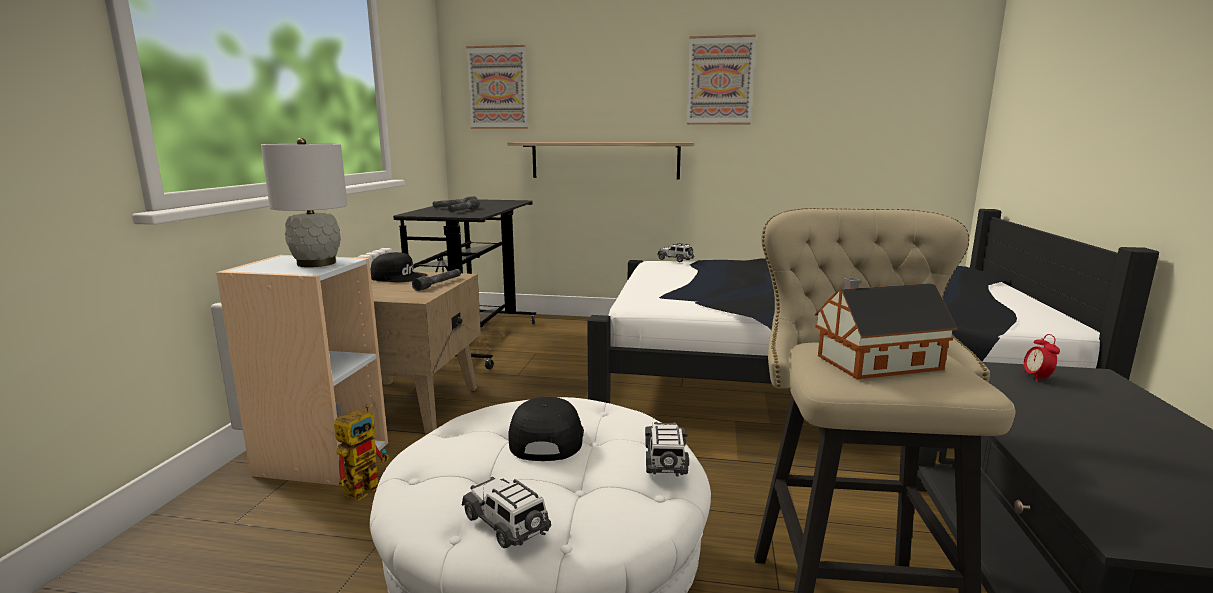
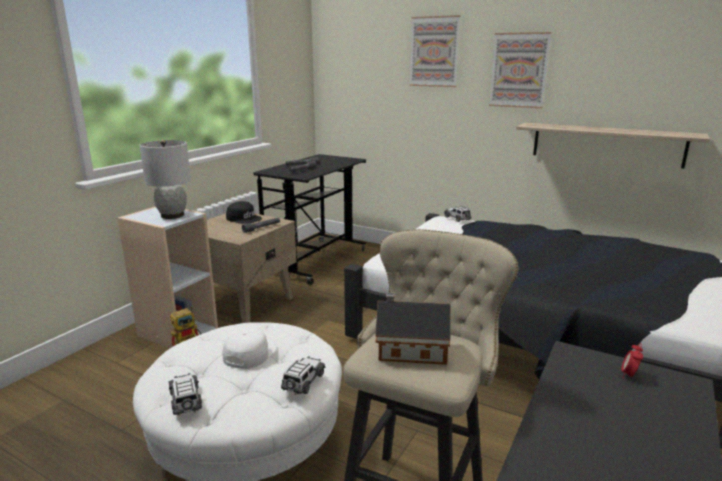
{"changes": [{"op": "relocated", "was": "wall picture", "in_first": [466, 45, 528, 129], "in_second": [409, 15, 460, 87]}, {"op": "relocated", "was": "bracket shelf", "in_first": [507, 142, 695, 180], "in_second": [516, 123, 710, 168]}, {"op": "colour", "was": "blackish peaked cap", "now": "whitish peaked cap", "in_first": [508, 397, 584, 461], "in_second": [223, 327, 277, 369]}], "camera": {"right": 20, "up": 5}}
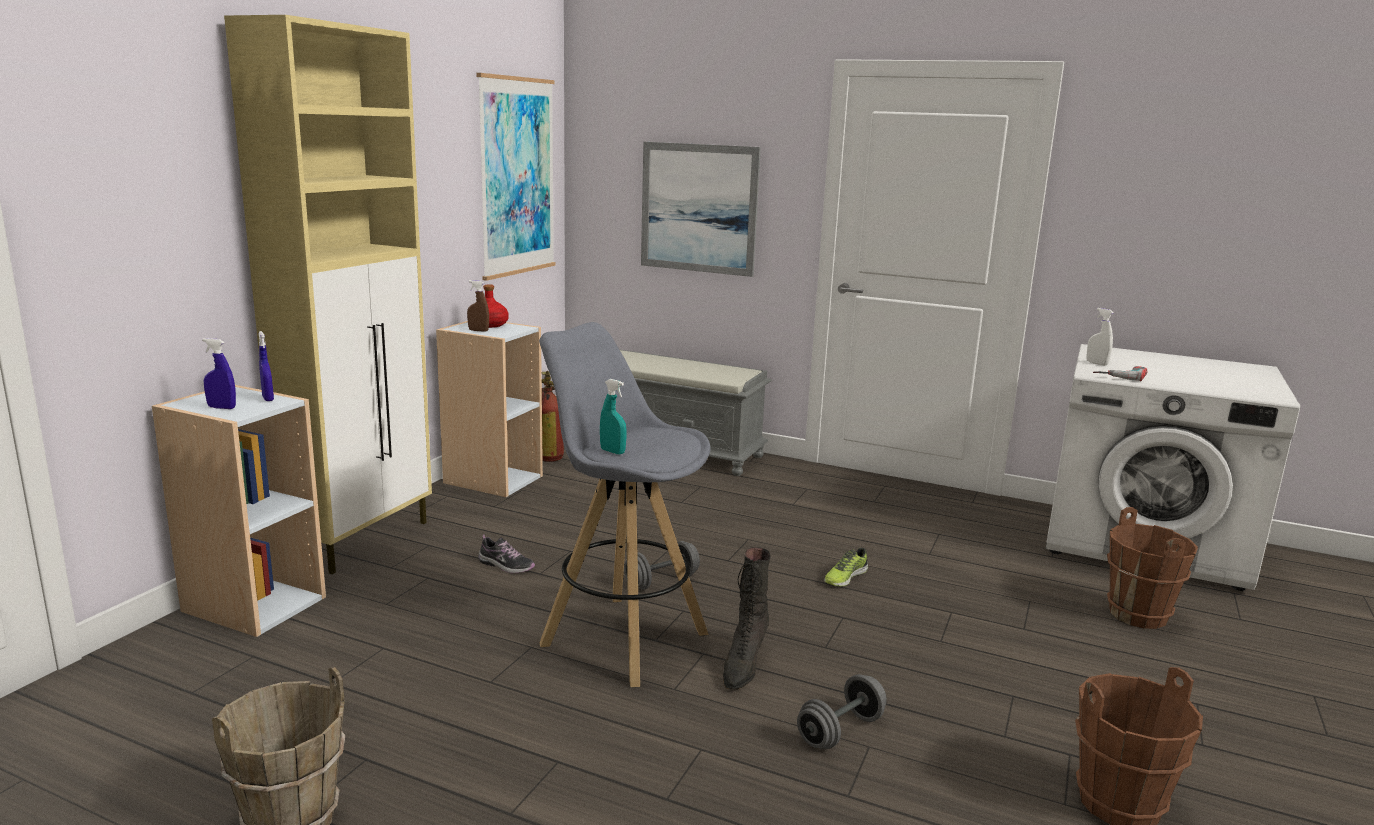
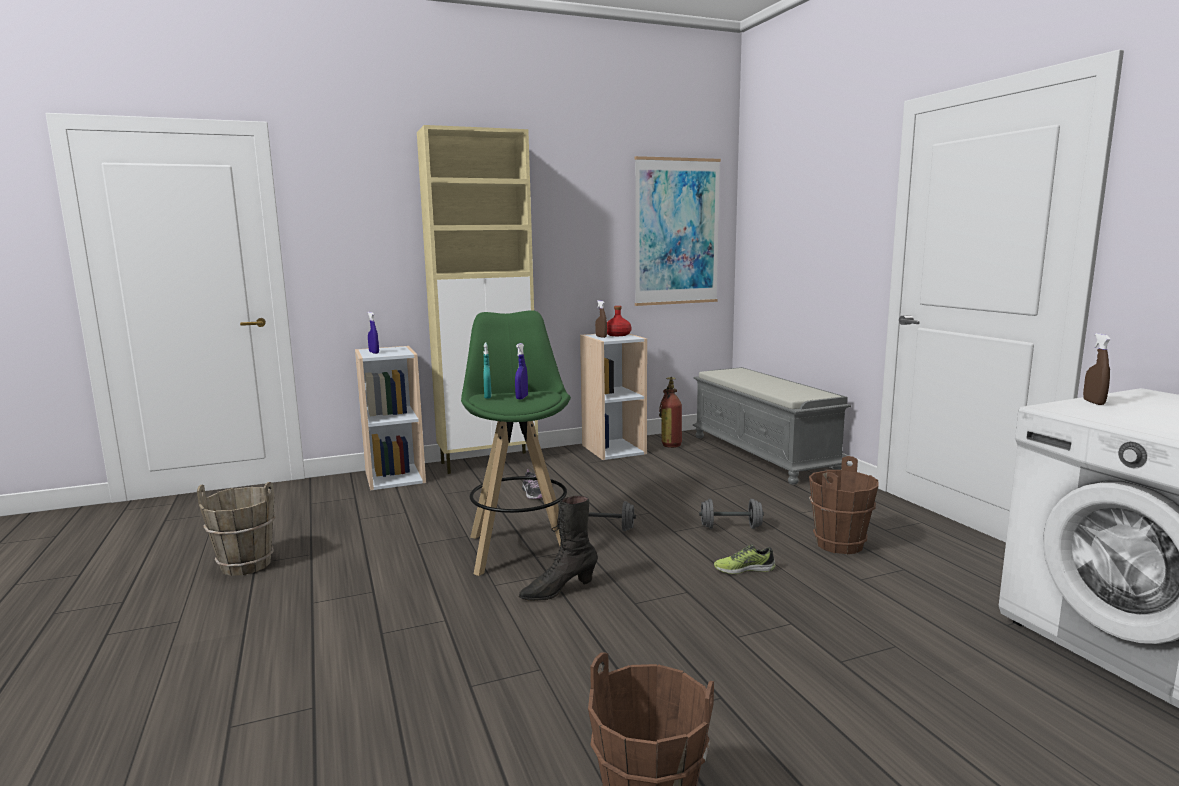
{"changes": [{"op": "relocated", "was": "blue spray bottle", "in_first": [259, 331, 274, 401], "in_second": [515, 343, 528, 399]}, {"op": "colour", "was": "gray stool seat", "now": "green-coloured stool seat", "in_first": [539, 322, 710, 688], "in_second": [461, 310, 571, 576]}, {"op": "missing", "was": "wall picture", "in_first": [641, 142, 761, 277]}, {"op": "relocated", "was": "gray free weight", "in_first": [797, 674, 887, 749], "in_second": [699, 499, 764, 529]}, {"op": "colour", "was": "whitish spray bottle", "now": "brown-coloured spray bottle", "in_first": [1086, 308, 1113, 366], "in_second": [1083, 333, 1111, 405]}, {"op": "missing", "was": "electric drill", "in_first": [1093, 366, 1147, 381]}, {"op": "relocated", "was": "brown-coloured bucket", "in_first": [1107, 507, 1198, 629], "in_second": [809, 456, 879, 554]}], "camera": {"right": 45, "up": -5}}
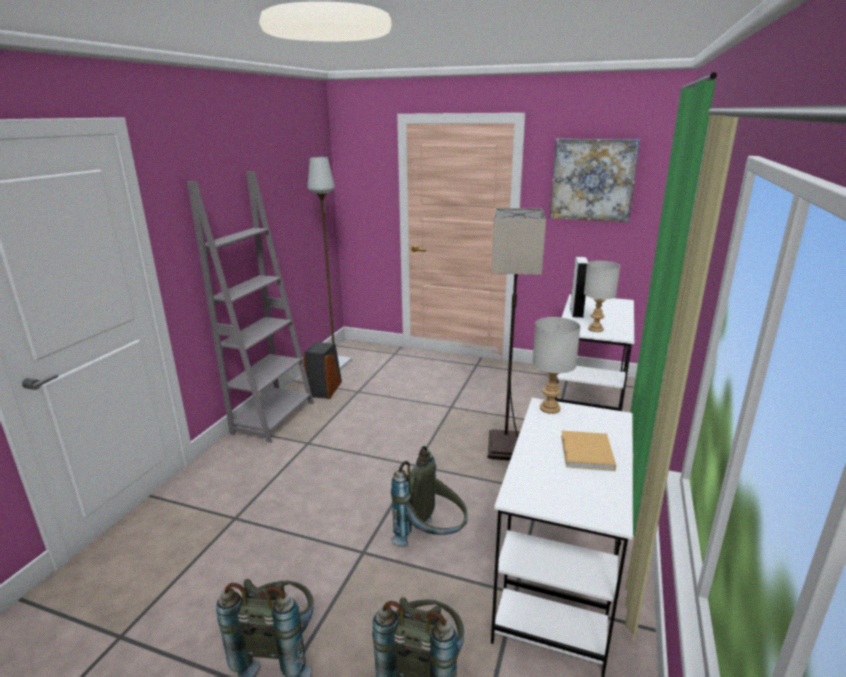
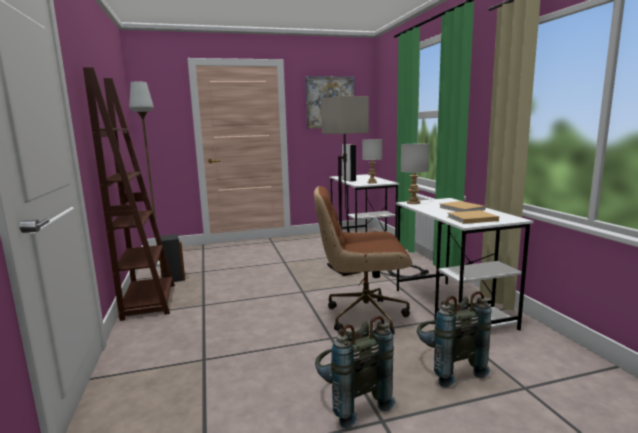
{"changes": [{"op": "colour", "was": "gray shelving unit", "now": "brown-coloured shelving unit", "in_first": [187, 172, 314, 443], "in_second": [83, 67, 175, 321]}, {"op": "exchanged", "was": "gray knapsack", "now": "brown-coloured desk chair", "in_first": [391, 446, 468, 546], "in_second": [314, 186, 412, 335]}, {"op": "appeared", "now": "beige-coloured bound book", "in_second": [448, 210, 499, 224]}], "camera": {"right": -35, "up": -10}}
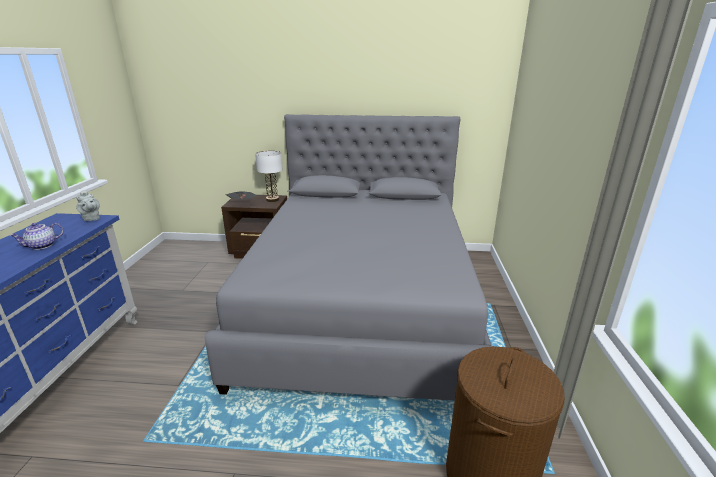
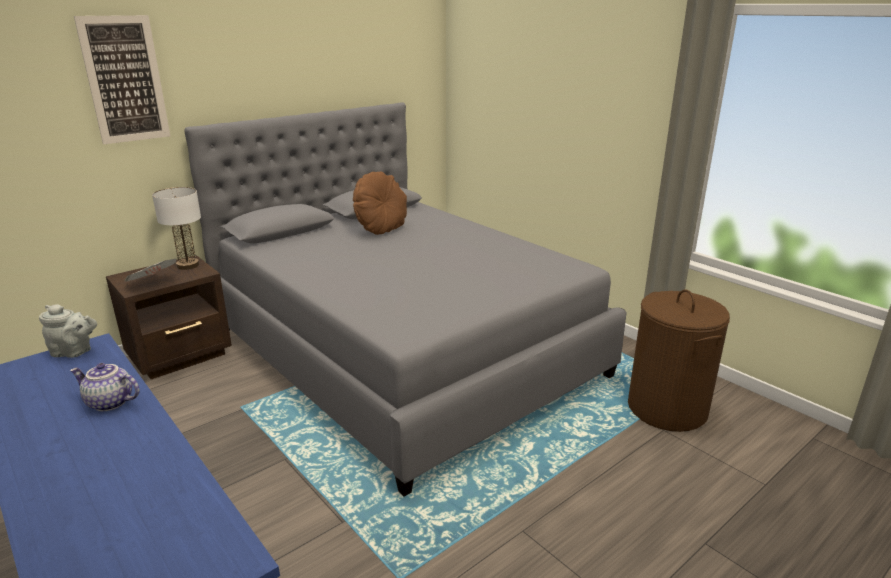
{"changes": [{"op": "spun", "was": "tea pot", "in_first": [9, 223, 64, 250], "in_second": [70, 363, 140, 411], "clockwise": 105}, {"op": "appeared", "now": "wall picture", "in_second": [74, 15, 170, 144]}, {"op": "appeared", "now": "brown-coloured pillow", "in_second": [353, 172, 407, 235]}], "camera": {"right": -45, "up": 0}}
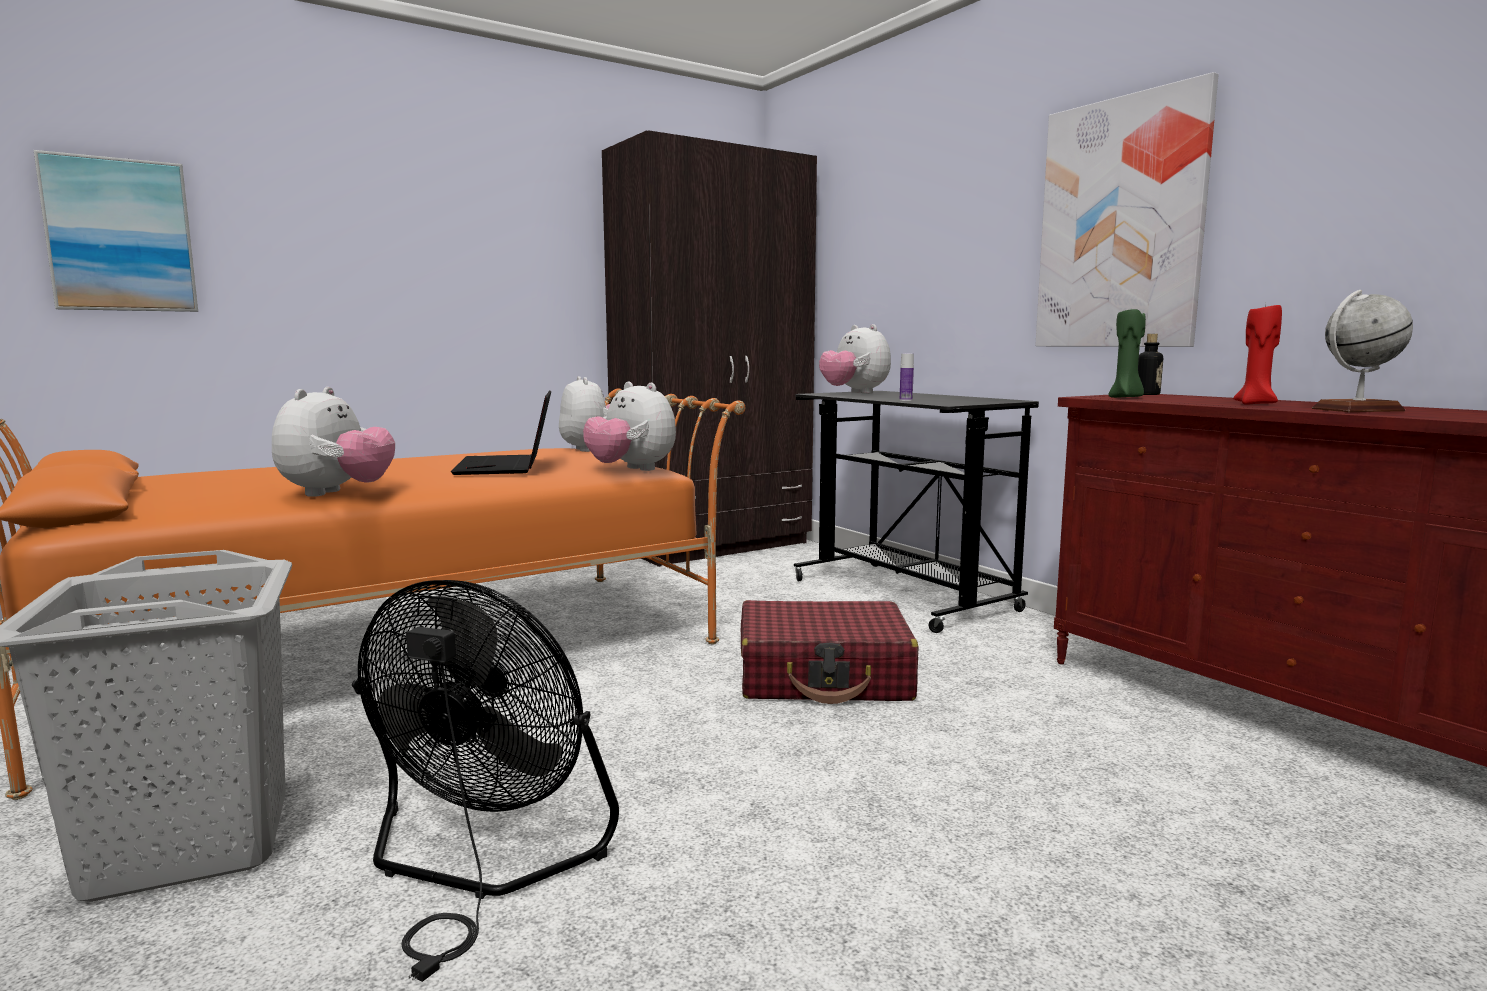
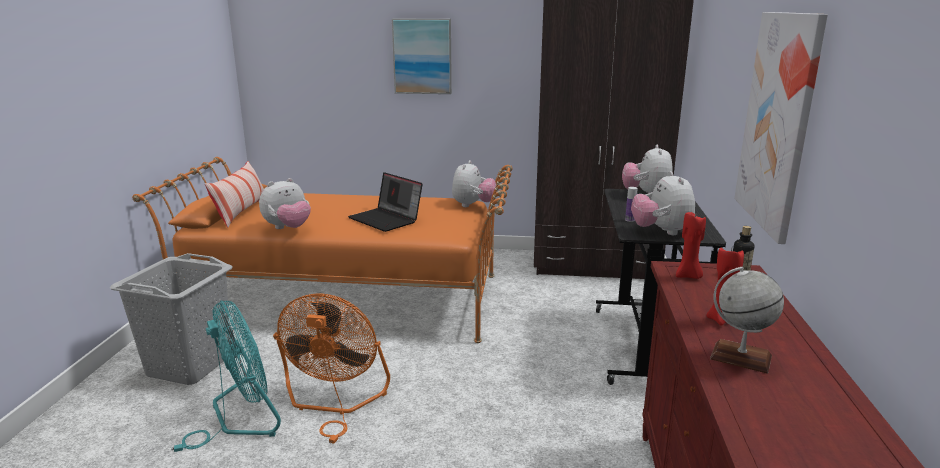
{"changes": [{"op": "relocated", "was": "wall picture", "in_first": [34, 150, 198, 312], "in_second": [392, 19, 452, 94]}, {"op": "colour", "was": "blackish cooling fan", "now": "blue-green cooling fan", "in_first": [352, 580, 619, 982], "in_second": [171, 300, 281, 452]}, {"op": "spun", "was": "notebook computer", "in_first": [451, 390, 551, 475], "in_second": [348, 172, 423, 232], "clockwise": -75}, {"op": "relocated", "was": "soft toy", "in_first": [583, 382, 676, 471], "in_second": [631, 171, 695, 235]}, {"op": "missing", "was": "red piece of luggage", "in_first": [741, 600, 919, 704]}, {"op": "colour", "was": "green-coloured wax candle", "now": "red wax candle", "in_first": [1108, 309, 1146, 398], "in_second": [676, 212, 706, 279]}, {"op": "appeared", "now": "pillow", "in_second": [205, 161, 264, 228]}, {"op": "appeared", "now": "orange-coloured cooling fan", "in_second": [273, 294, 390, 444]}], "camera": {"right": 40, "up": 10}}
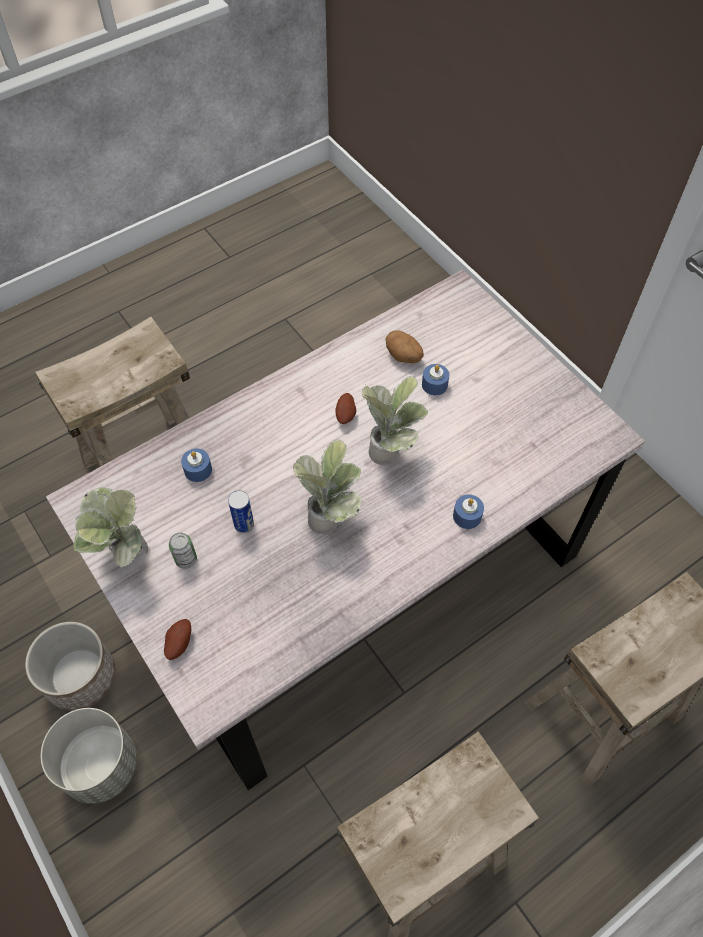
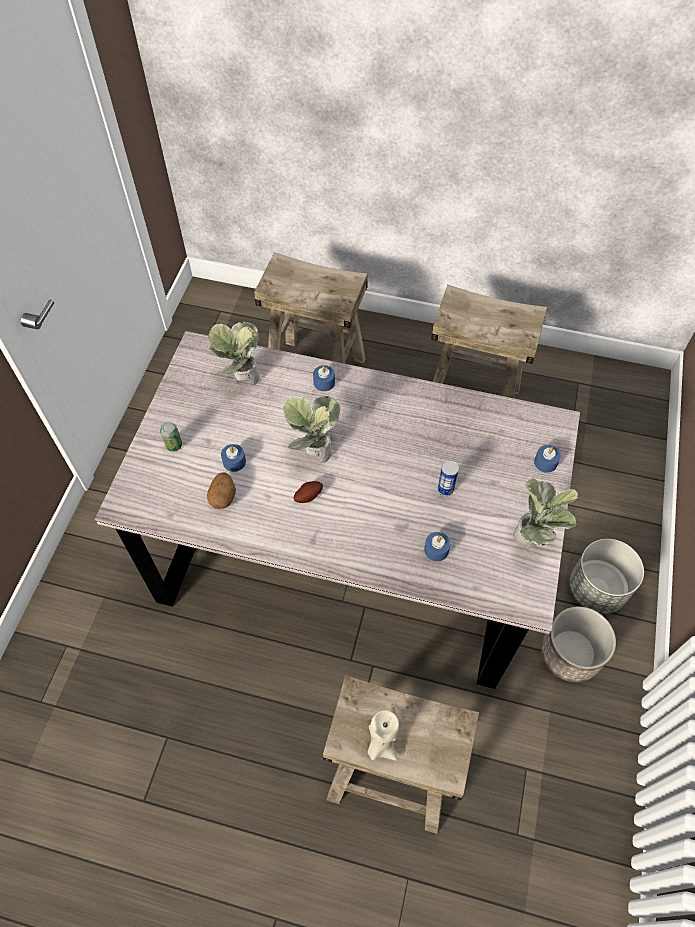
{"changes": [{"op": "exchanged", "was": "potato", "now": "blue wax candle", "in_first": [164, 619, 191, 660], "in_second": [534, 445, 561, 473]}, {"op": "relocated", "was": "metal can", "in_first": [169, 533, 197, 569], "in_second": [160, 422, 182, 452]}, {"op": "relocated", "was": "potted plant", "in_first": [292, 440, 362, 534], "in_second": [208, 321, 259, 386]}, {"op": "appeared", "now": "beige-coloured wax candle", "in_second": [368, 710, 399, 760]}], "camera": {"right": -130, "up": 0}}
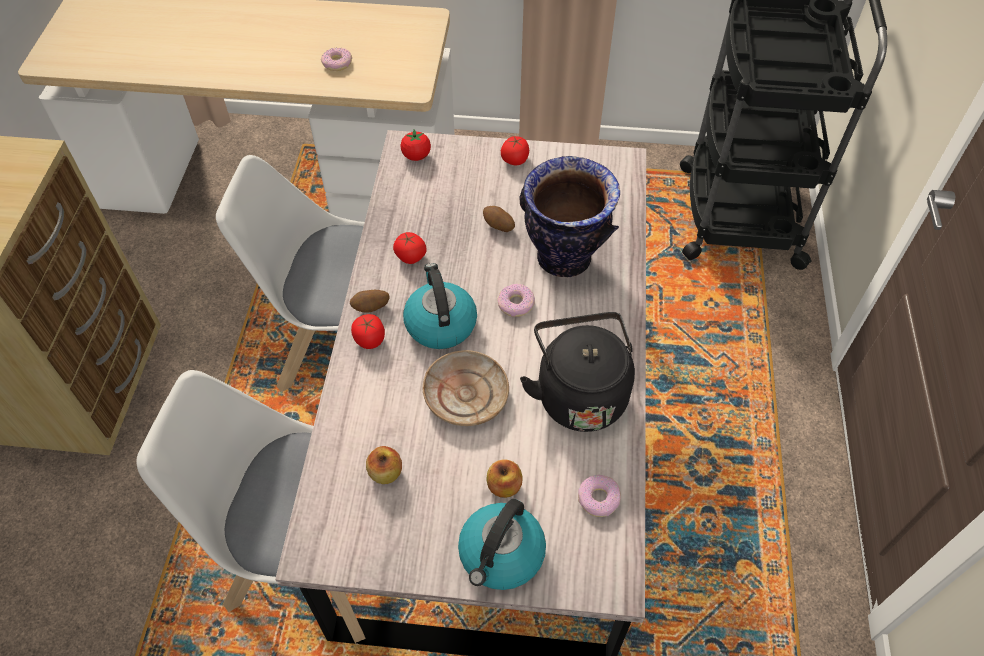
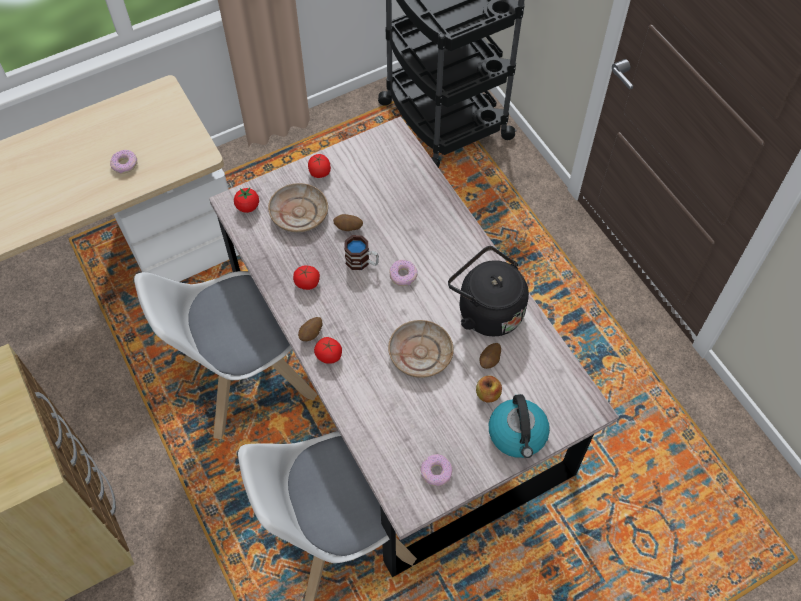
{"changes": [{"op": "missing", "was": "whole apple", "in_first": [366, 446, 402, 484]}, {"op": "missing", "was": "water kettle", "in_first": [403, 263, 477, 349]}, {"op": "missing", "was": "vase", "in_first": [520, 156, 620, 277]}, {"op": "relocated", "was": "doughnut", "in_first": [578, 475, 621, 517], "in_second": [420, 454, 452, 486]}, {"op": "appeared", "now": "beige-coloured dinner plate", "in_second": [268, 183, 328, 232]}, {"op": "appeared", "now": "mug", "in_second": [344, 235, 379, 270]}, {"op": "appeared", "now": "potato", "in_second": [480, 343, 501, 369]}], "camera": {"right": -35, "up": 5}}
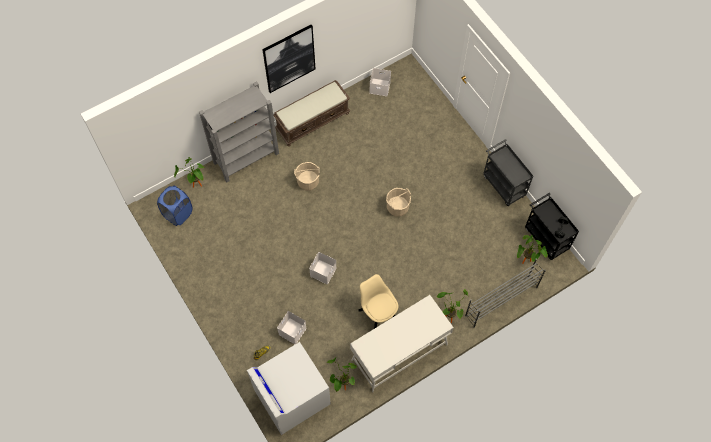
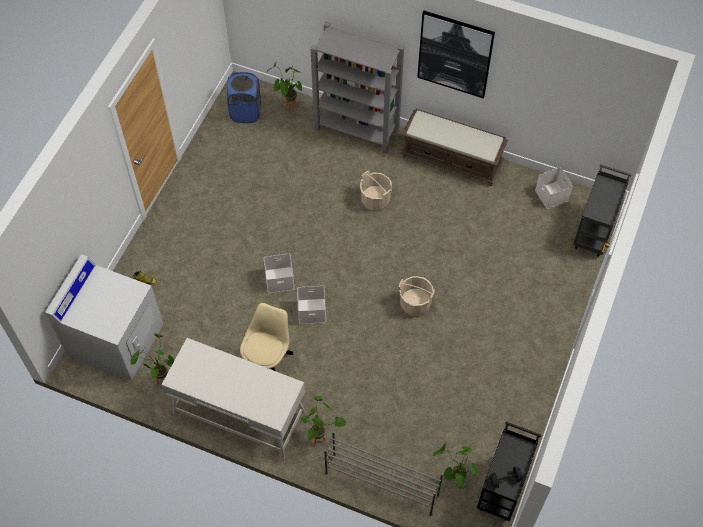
{"changes": [{"op": "relocated", "was": "whitish storage container", "in_first": [277, 311, 307, 344], "in_second": [297, 286, 326, 324]}, {"op": "relocated", "was": "gray trolley", "in_first": [483, 139, 533, 206], "in_second": [573, 164, 632, 256]}], "camera": {"right": 55, "up": -5}}
